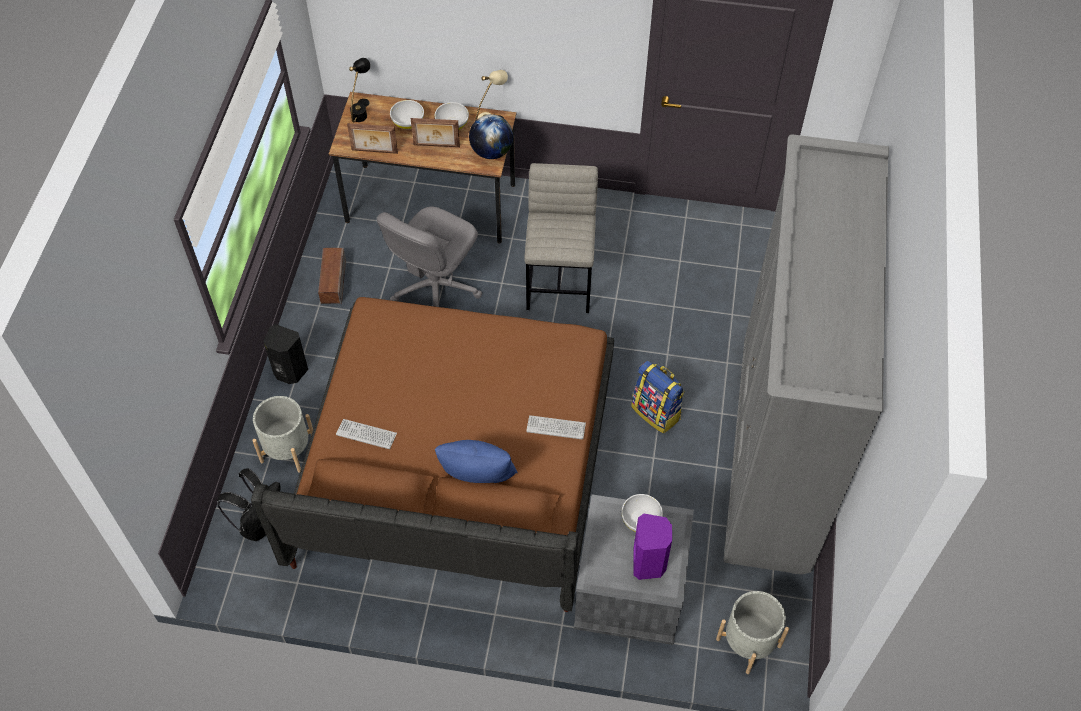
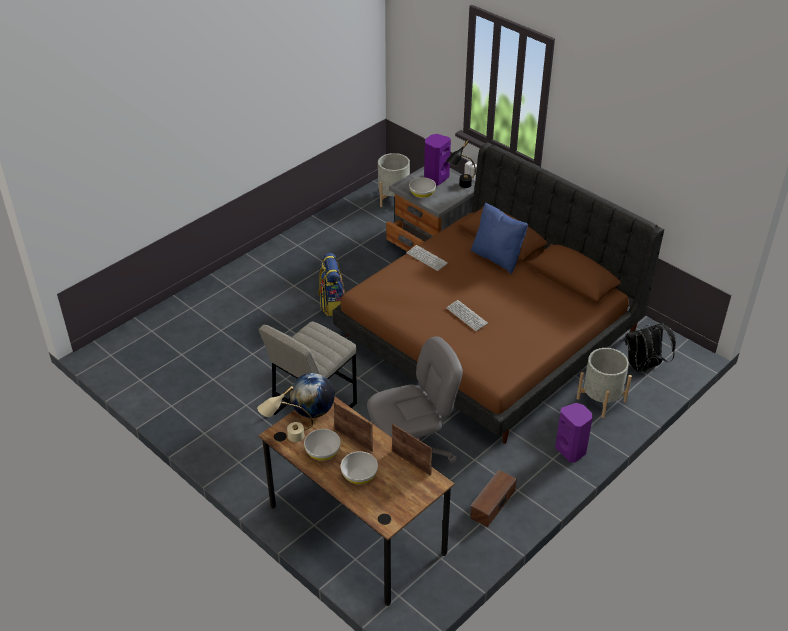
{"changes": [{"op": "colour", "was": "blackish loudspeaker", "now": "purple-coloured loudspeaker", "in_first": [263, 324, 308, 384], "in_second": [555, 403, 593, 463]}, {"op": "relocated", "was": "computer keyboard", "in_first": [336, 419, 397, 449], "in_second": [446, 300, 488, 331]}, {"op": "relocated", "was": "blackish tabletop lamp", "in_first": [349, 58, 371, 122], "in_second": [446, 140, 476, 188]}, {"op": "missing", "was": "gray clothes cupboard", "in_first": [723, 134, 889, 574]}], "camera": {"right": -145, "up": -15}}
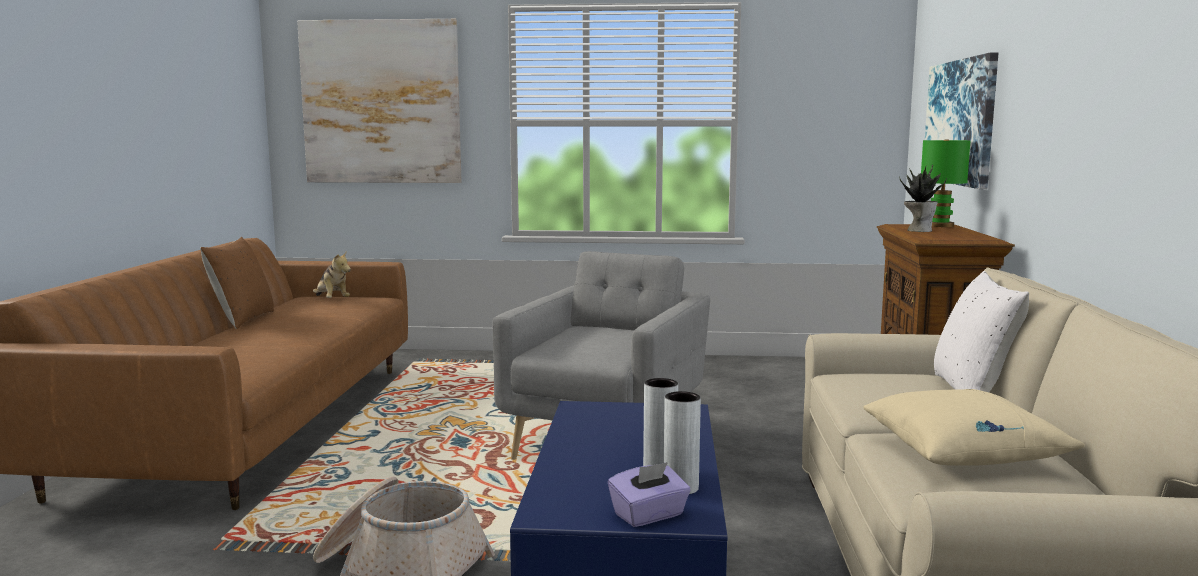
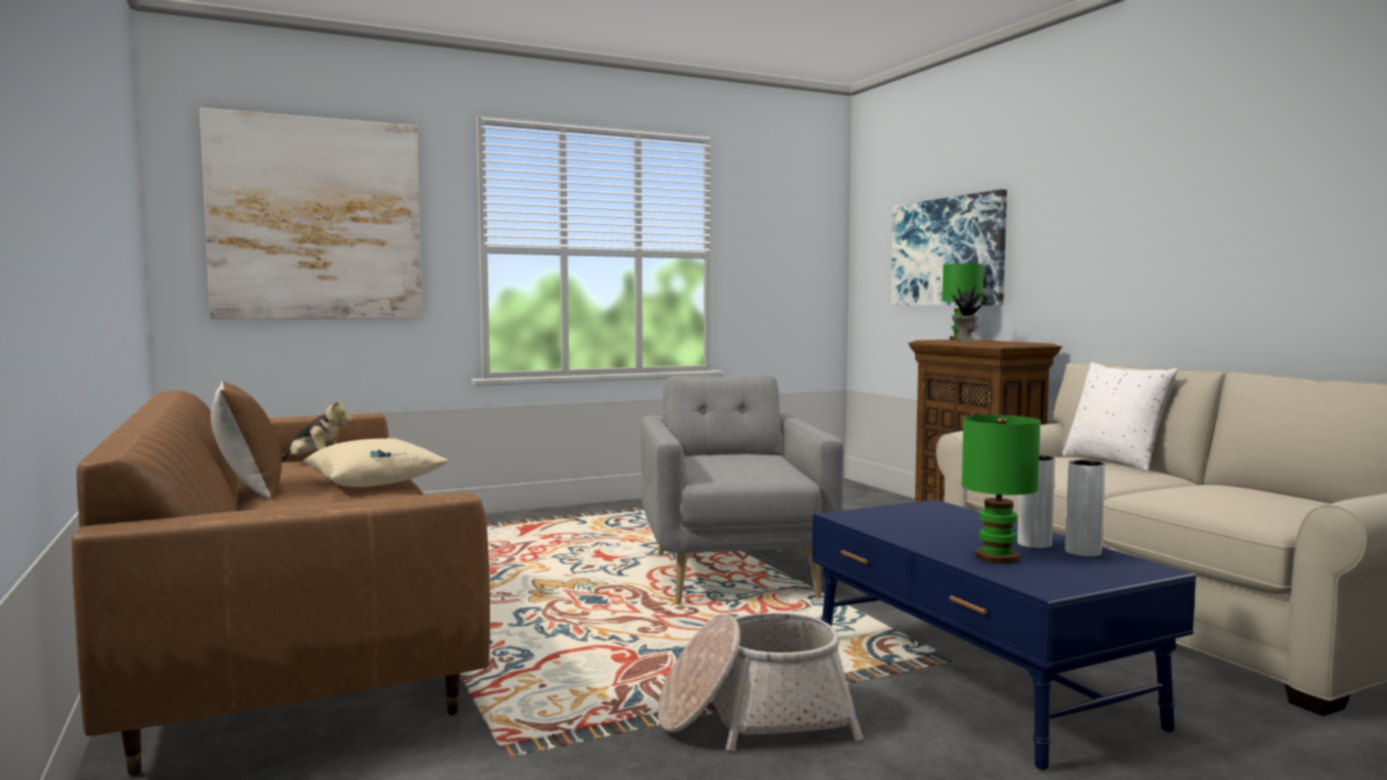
{"changes": [{"op": "missing", "was": "purple-coloured tissue box", "in_first": [608, 462, 691, 527]}, {"op": "relocated", "was": "beige-coloured pillow", "in_first": [863, 389, 1085, 466], "in_second": [303, 438, 448, 487]}, {"op": "appeared", "now": "green-coloured tabletop lamp", "in_second": [962, 415, 1041, 564]}], "camera": {"right": -30, "up": -5}}
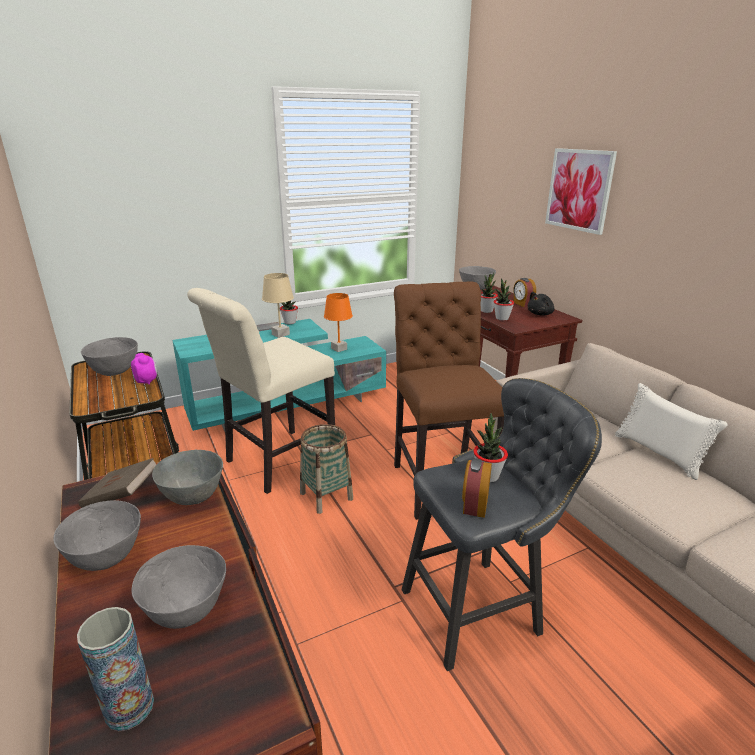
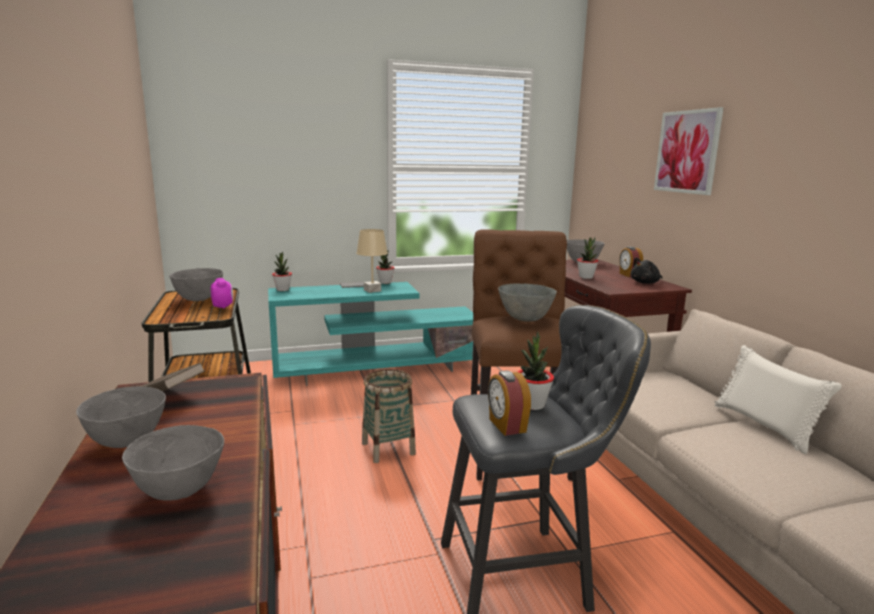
{"changes": [{"op": "missing", "was": "vase", "in_first": [77, 607, 154, 731]}, {"op": "relocated", "was": "gray serving bowl", "in_first": [152, 450, 223, 505], "in_second": [498, 283, 557, 322]}, {"op": "missing", "was": "beige-coloured stool seat", "in_first": [187, 288, 335, 494]}, {"op": "missing", "was": "orange-coloured tabletop lamp", "in_first": [324, 293, 353, 352]}, {"op": "spun", "was": "bedside clock", "in_first": [462, 458, 492, 518], "in_second": [488, 371, 531, 436], "clockwise": -45}, {"op": "relocated", "was": "potted plant", "in_first": [494, 278, 514, 321], "in_second": [272, 252, 292, 291]}], "camera": {"right": 10, "up": -10}}
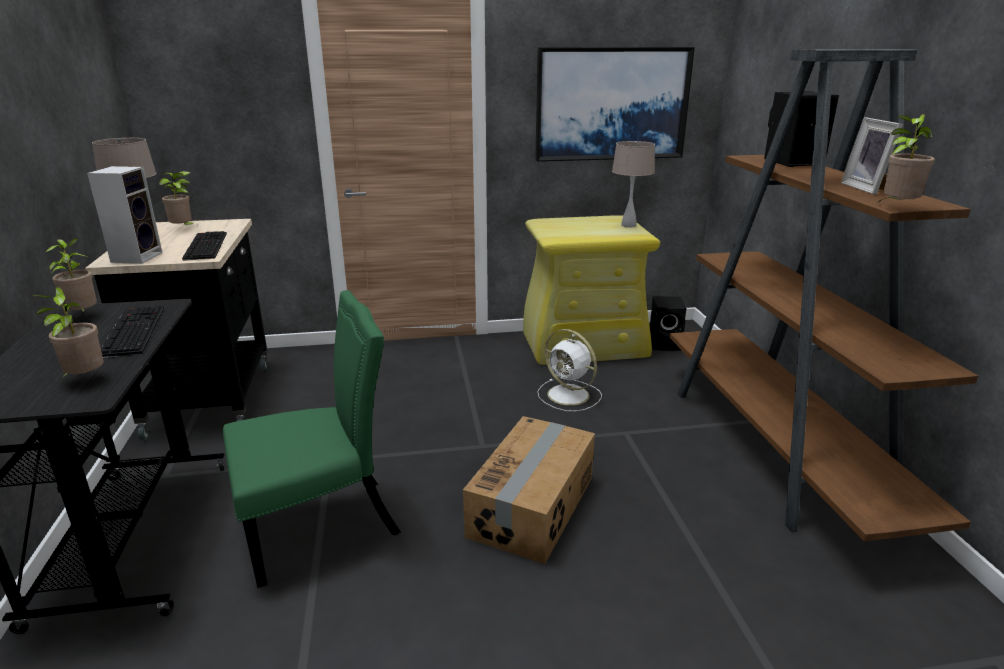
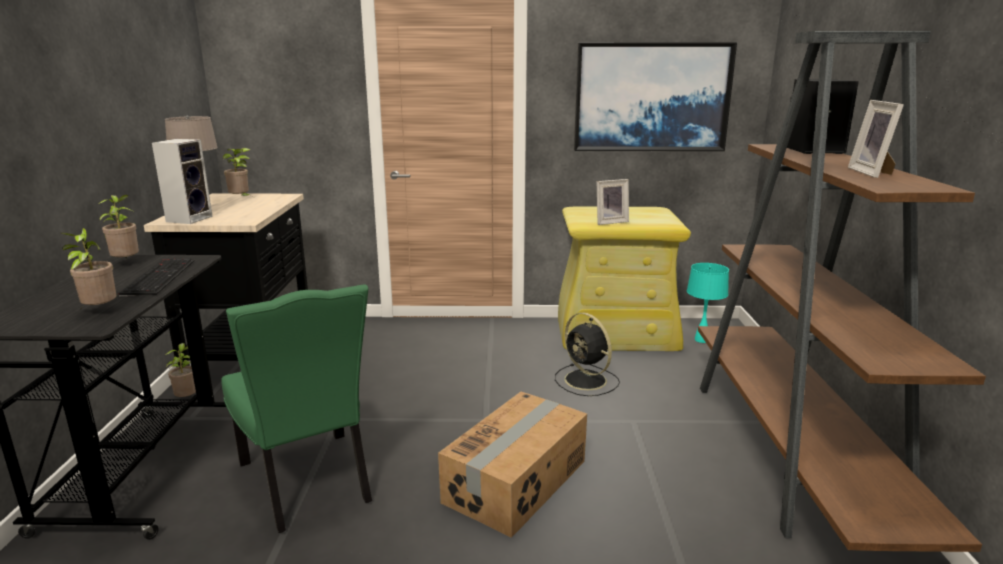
{"changes": [{"op": "missing", "was": "computer keyboard", "in_first": [182, 231, 227, 261]}, {"op": "spun", "was": "green-coloured plain chair", "in_first": [223, 290, 401, 588], "in_second": [221, 284, 372, 533], "clockwise": 75}, {"op": "colour", "was": "whitish cooling fan", "now": "blackish cooling fan", "in_first": [537, 329, 602, 412], "in_second": [555, 312, 620, 396]}, {"op": "missing", "was": "beige-coloured tabletop lamp", "in_first": [612, 141, 655, 227]}, {"op": "exchanged", "was": "blackish loudspeaker", "now": "blue-green tabletop lamp", "in_first": [650, 296, 686, 351], "in_second": [687, 263, 729, 343]}, {"op": "relocated", "was": "potted plant", "in_first": [878, 114, 935, 203], "in_second": [165, 343, 196, 397]}, {"op": "appeared", "now": "picture frame", "in_second": [596, 179, 629, 225]}], "camera": {"right": 10, "up": -5}}
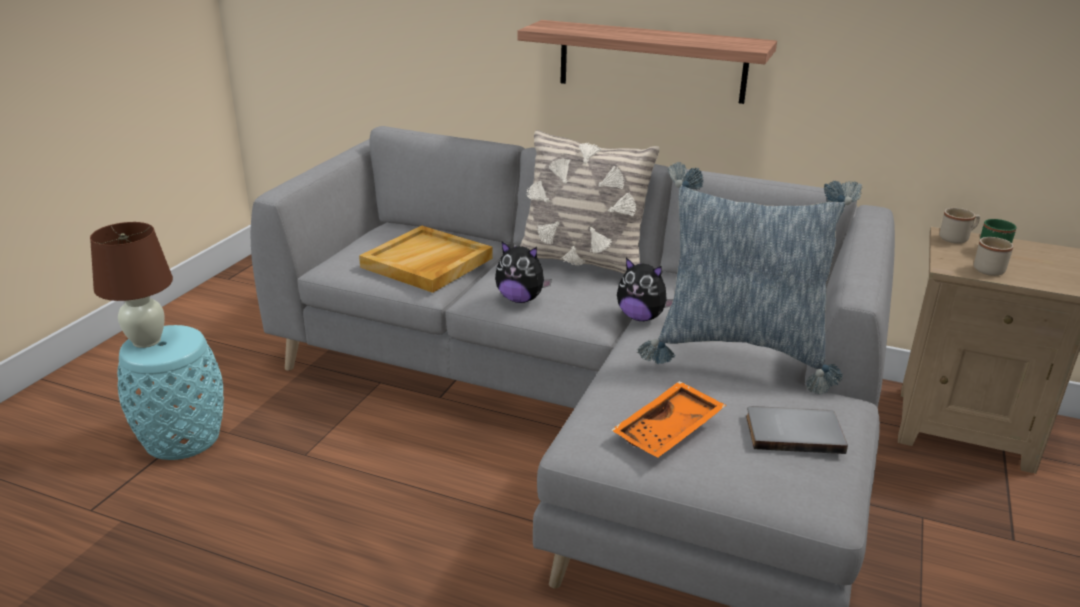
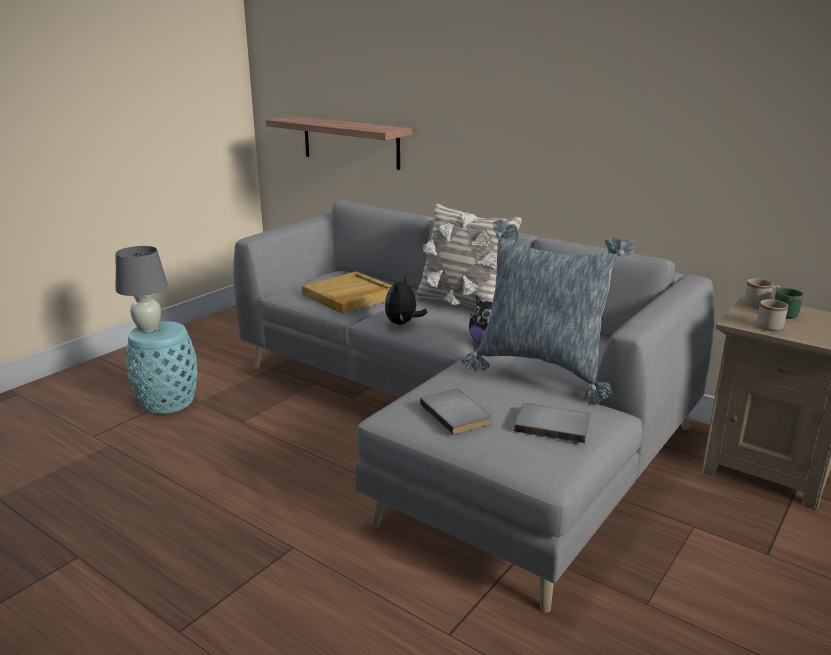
{"changes": [{"op": "colour", "was": "brown-coloured tabletop lamp", "now": "gray tabletop lamp", "in_first": [90, 222, 173, 348], "in_second": [115, 246, 168, 332]}, {"op": "spun", "was": "soft toy", "in_first": [495, 242, 552, 303], "in_second": [385, 275, 428, 325], "clockwise": 75}, {"op": "relocated", "was": "bracket shelf", "in_first": [518, 20, 777, 104], "in_second": [266, 116, 413, 170]}, {"op": "exchanged", "was": "orange-coloured tray", "now": "gray bound book", "in_first": [611, 381, 726, 458], "in_second": [420, 389, 491, 435]}], "camera": {"right": 15, "up": -5}}
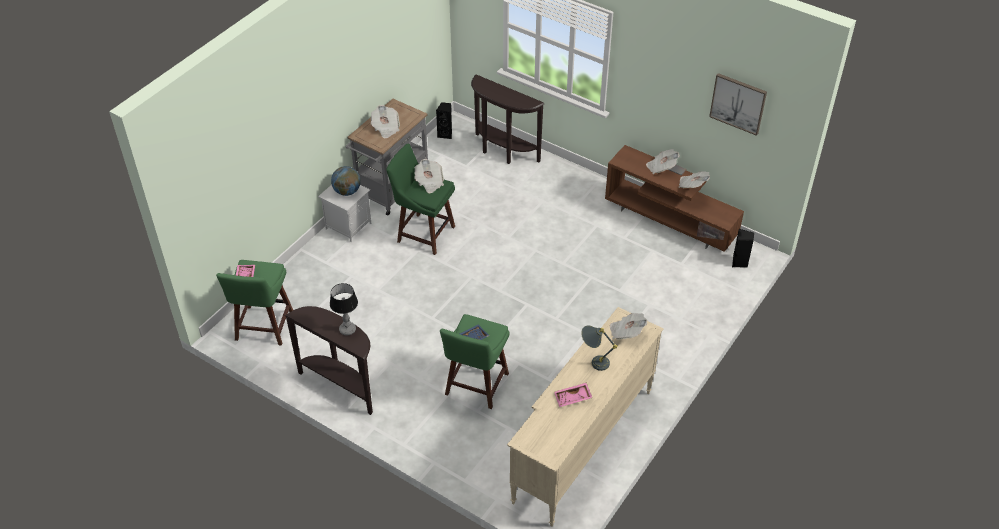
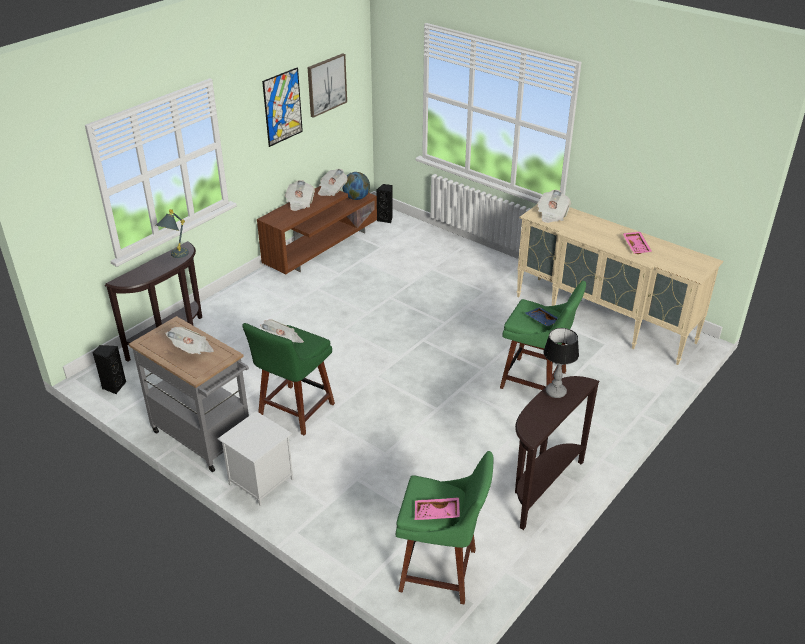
{"changes": [{"op": "relocated", "was": "globe", "in_first": [331, 166, 361, 196], "in_second": [342, 172, 370, 200]}, {"op": "relocated", "was": "gray tabletop lamp", "in_first": [581, 325, 617, 371], "in_second": [156, 209, 189, 258]}, {"op": "appeared", "now": "wall picture", "in_second": [262, 67, 303, 147]}], "camera": {"right": -85, "up": -10}}
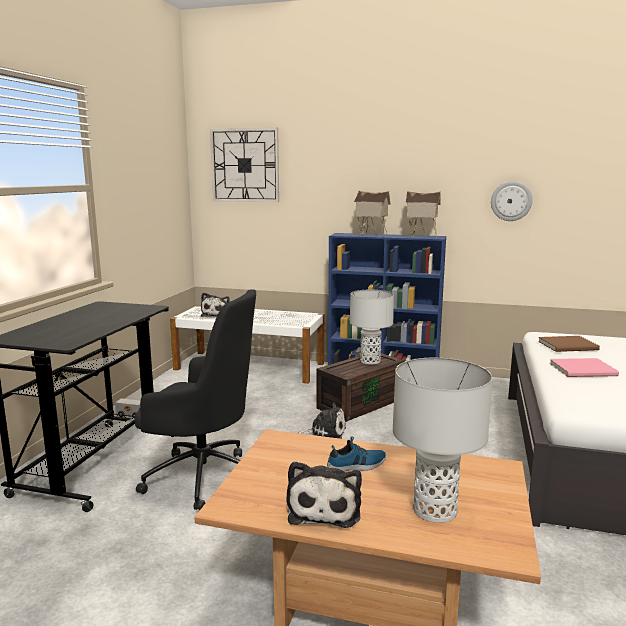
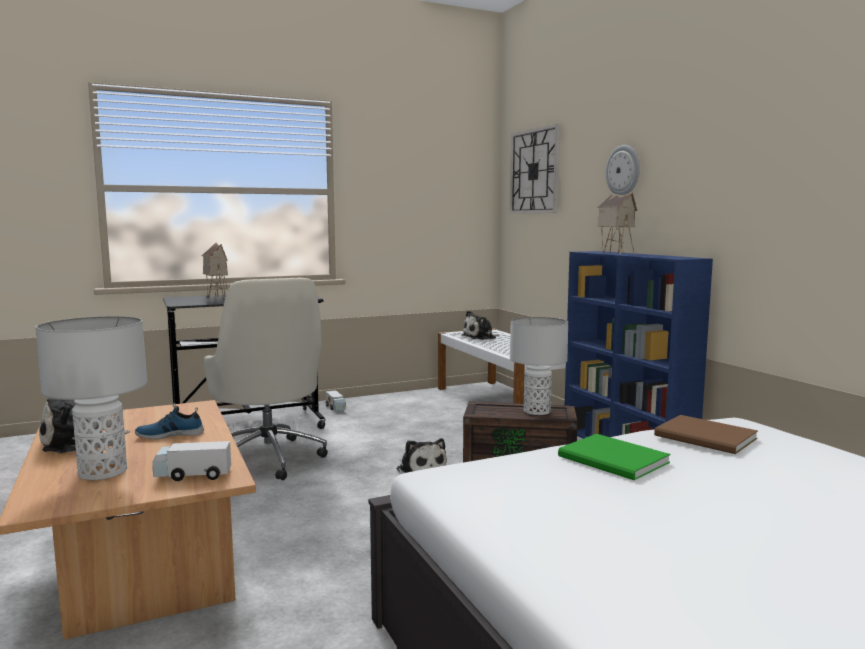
{"changes": [{"op": "colour", "was": "blackish desk chair", "now": "beige-coloured desk chair", "in_first": [135, 289, 256, 510], "in_second": [204, 278, 328, 480]}, {"op": "spun", "was": "low shoe", "in_first": [327, 436, 386, 472], "in_second": [135, 403, 204, 439], "clockwise": 135}, {"op": "relocated", "was": "model house", "in_first": [406, 191, 441, 238], "in_second": [202, 242, 228, 301]}, {"op": "relocated", "was": "wall clock", "in_first": [491, 181, 533, 221], "in_second": [606, 145, 640, 195]}, {"op": "colour", "was": "pink-coloured bound book", "now": "green-coloured bound book", "in_first": [549, 358, 619, 377], "in_second": [558, 434, 671, 480]}, {"op": "appeared", "now": "toy lorry", "in_second": [152, 441, 231, 481]}], "camera": {"right": 50, "up": -5}}
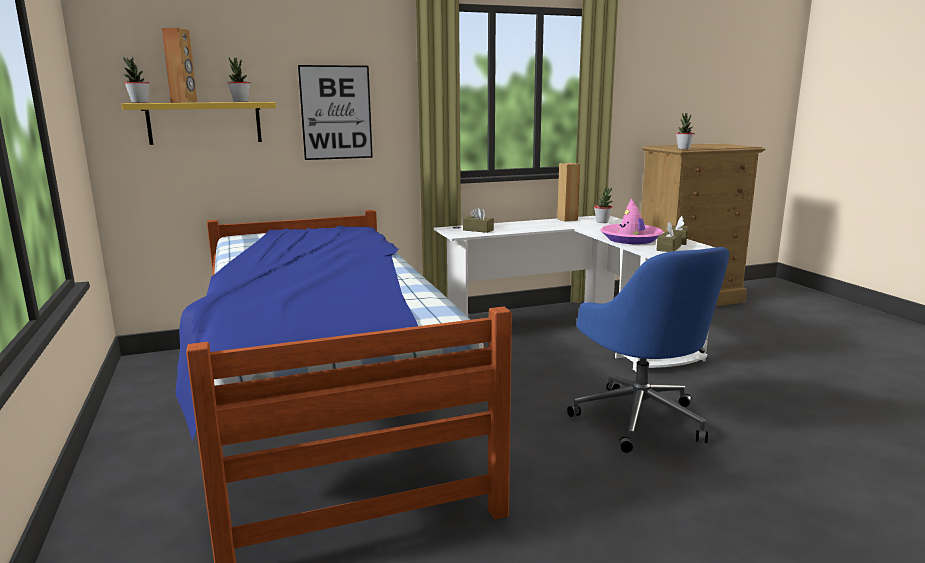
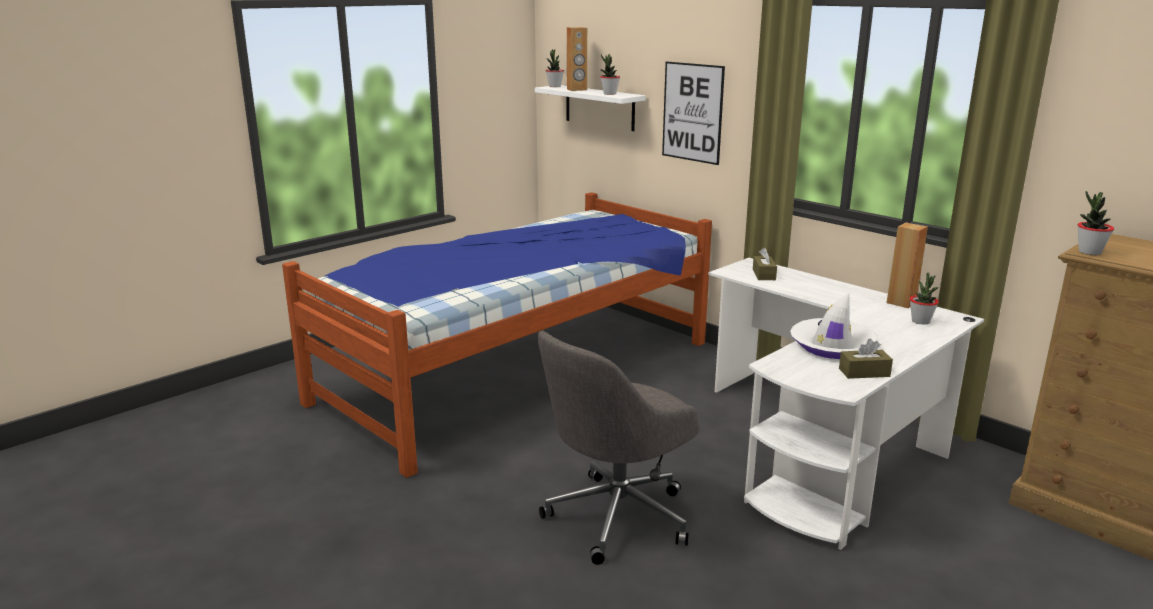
{"changes": [{"op": "colour", "was": "yellow-coloured bracket shelf", "now": "whitish bracket shelf", "in_first": [122, 102, 276, 145], "in_second": [535, 85, 646, 131]}, {"op": "colour", "was": "blue desk chair", "now": "gray desk chair", "in_first": [567, 247, 729, 453], "in_second": [538, 331, 700, 565]}, {"op": "colour", "was": "pink-coloured clothing hat", "now": "whitish clothing hat", "in_first": [601, 198, 664, 244], "in_second": [790, 293, 879, 359]}, {"op": "missing", "was": "brown-coloured tissue box", "in_first": [657, 222, 682, 252]}], "camera": {"right": 65, "up": 5}}
